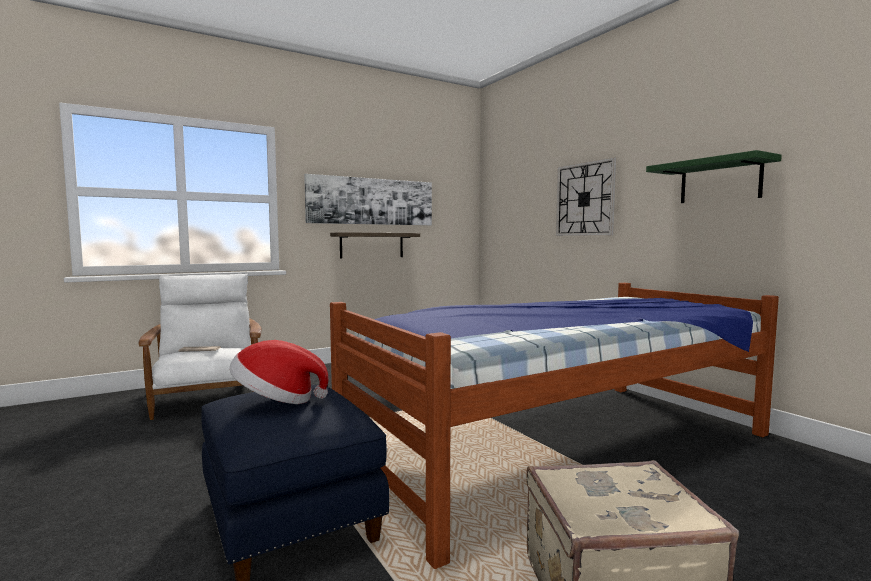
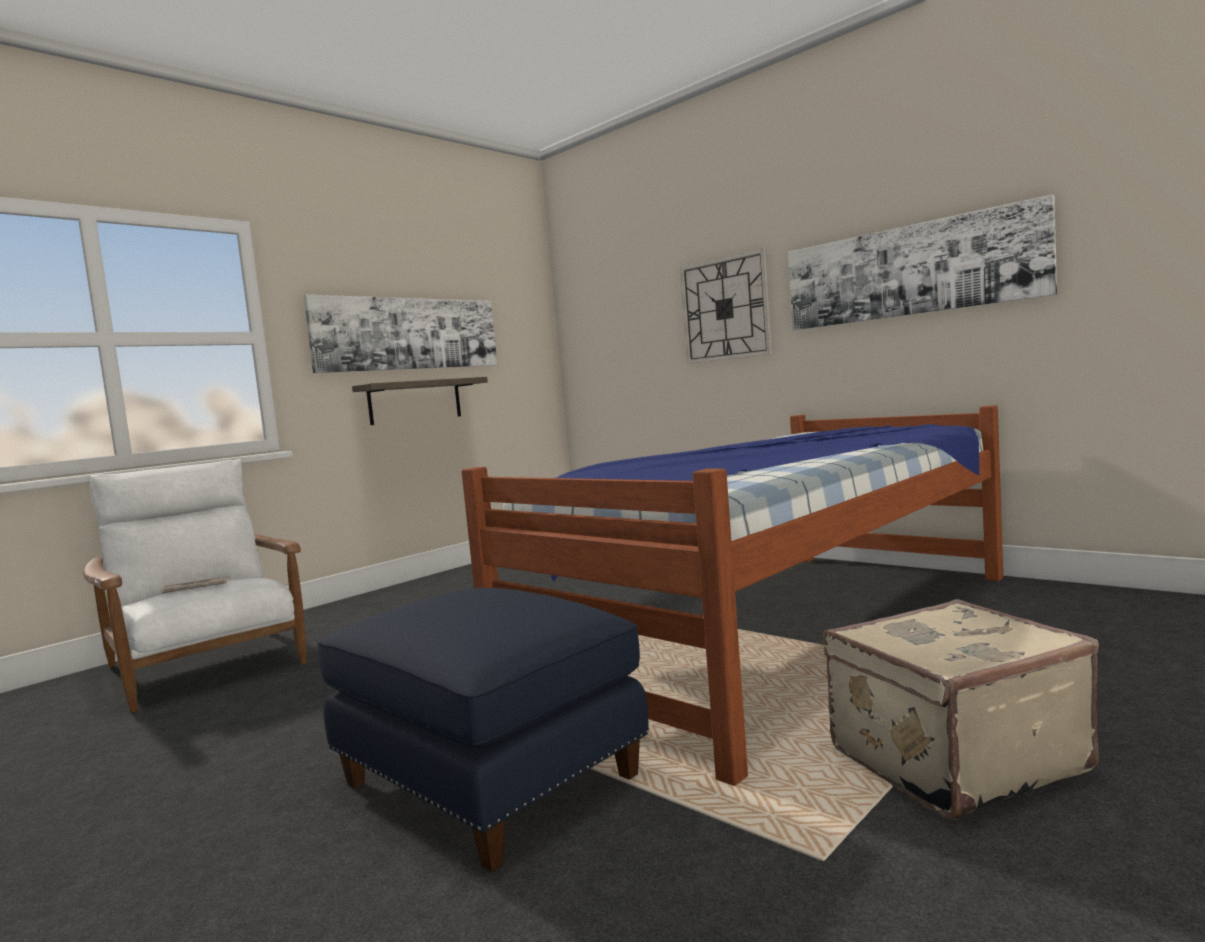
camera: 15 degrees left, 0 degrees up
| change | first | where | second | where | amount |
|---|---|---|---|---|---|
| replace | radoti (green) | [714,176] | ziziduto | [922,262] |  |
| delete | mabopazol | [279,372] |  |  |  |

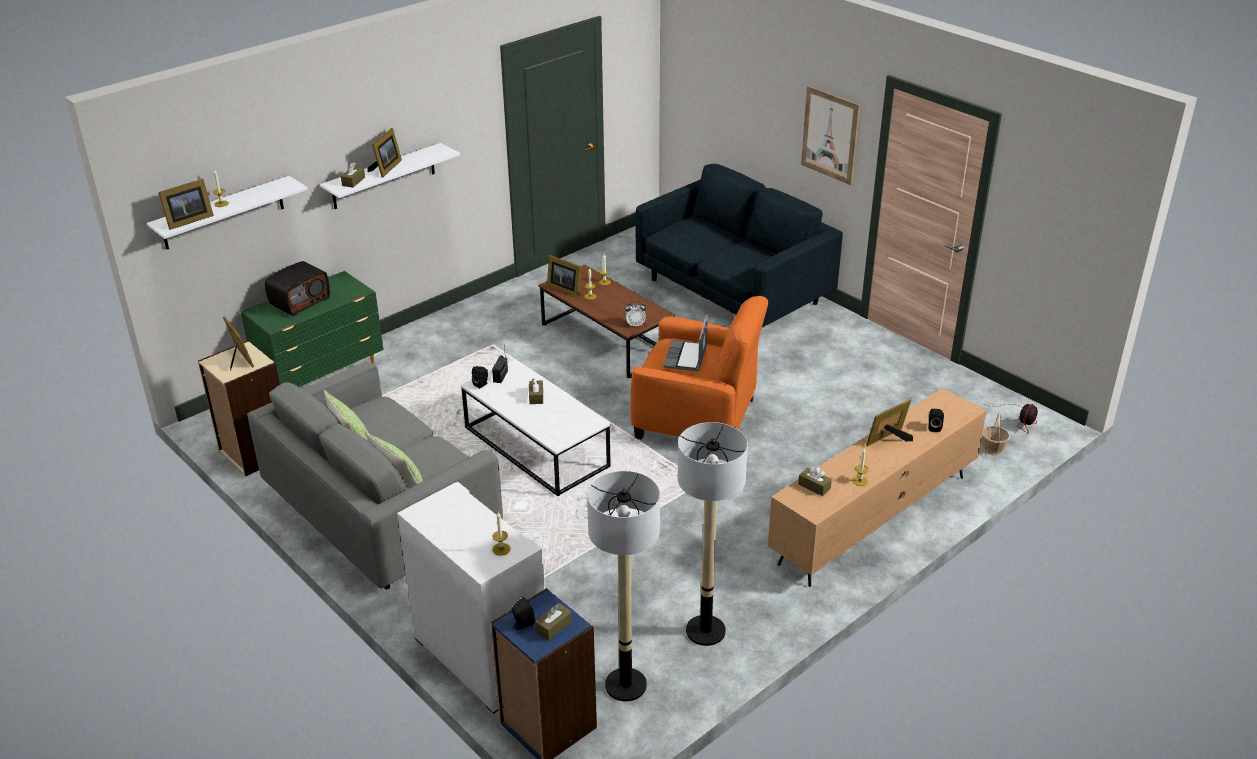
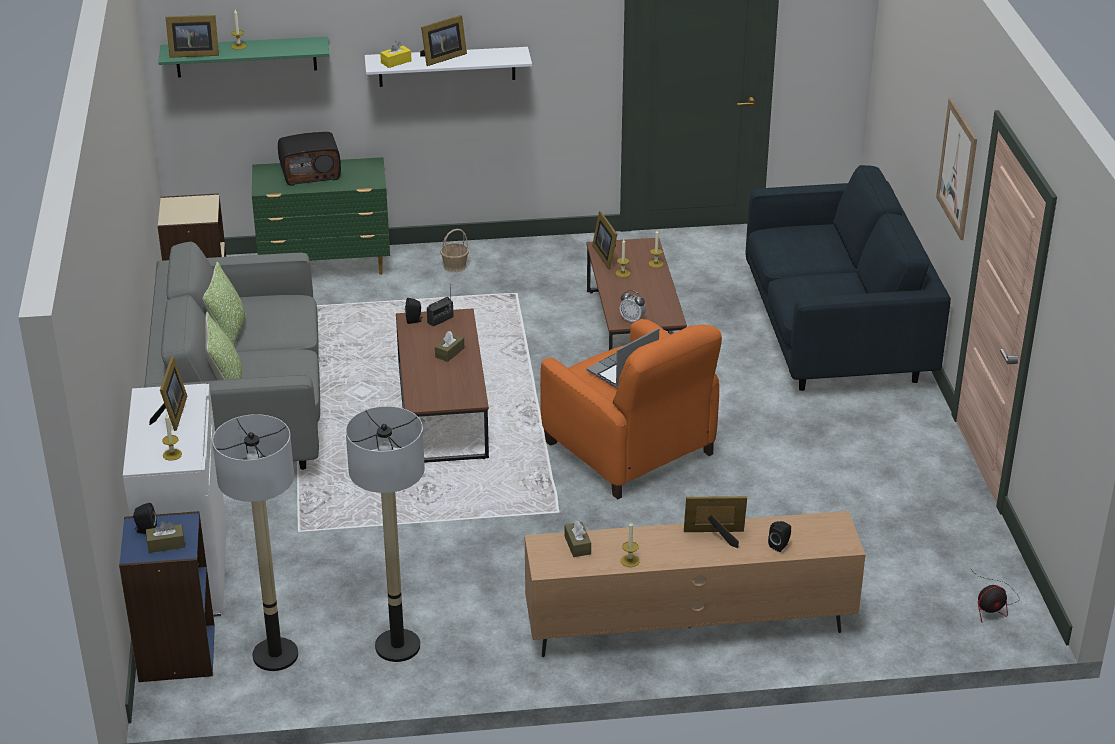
camera: 35 degrees right, 0 degrees up
| change | first | where | second | where | amount |
|---|---|---|---|---|---|
| move | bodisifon | [238,344] |  | [168,393] |  |
| recolor | radoti (white) | [227,213] | radoti (green) | [243,57] |  |
| recolor | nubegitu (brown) | [353,175] | nubegitu (yellow) | [395,54] |  |
| recolor | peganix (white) | [536,427] | peganix (brown) | [442,386] |  |
| move | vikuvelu | [995,434] |  | [454,250] |  |

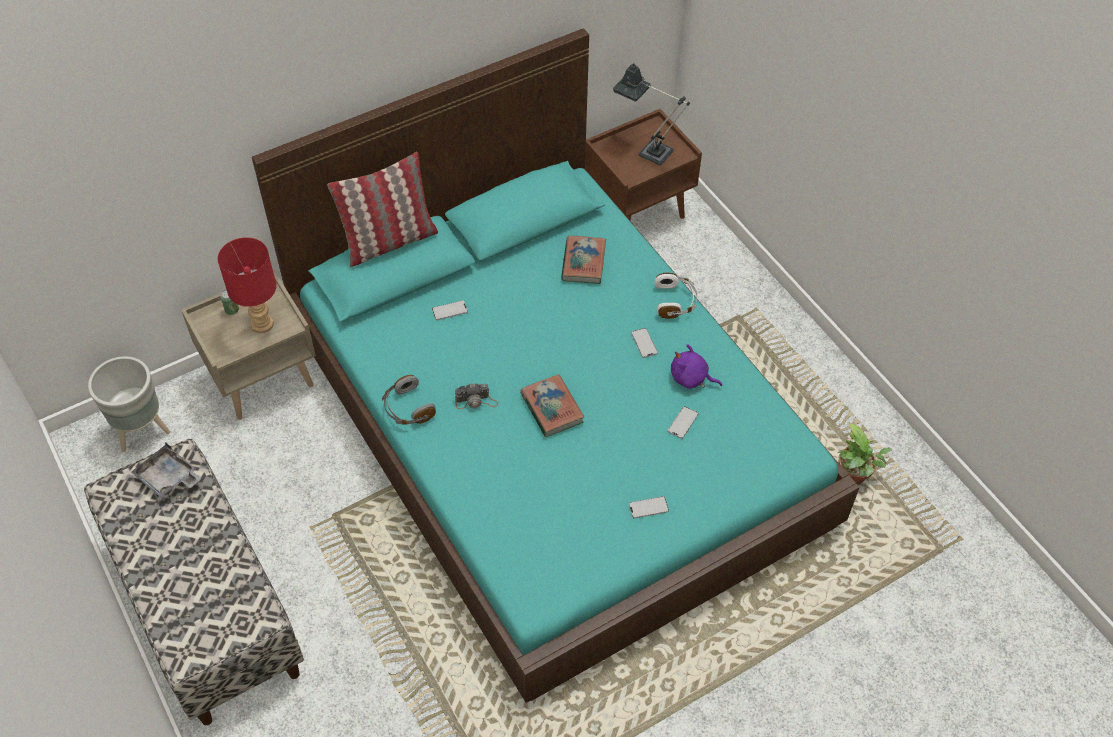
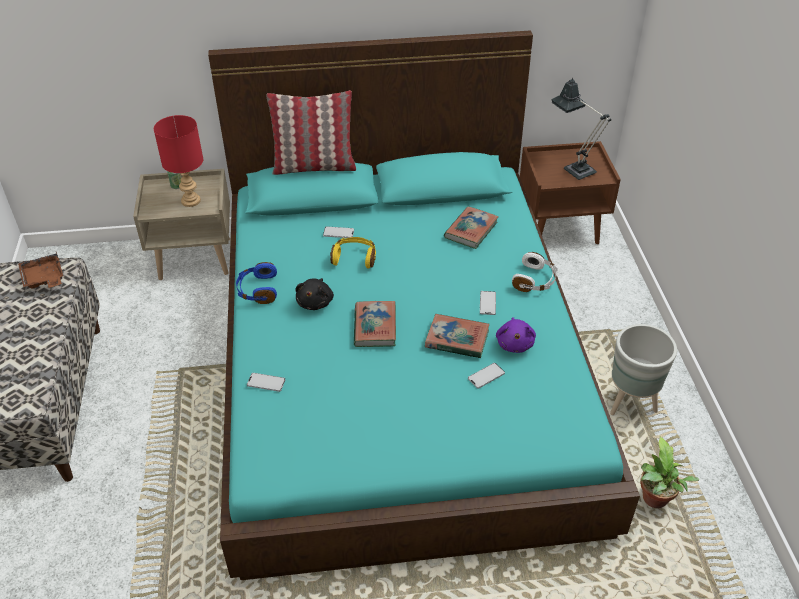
camera: 25 degrees right, 10 degrees down
| change | first | where | second | where | amount |
|---|---|---|---|---|---|
| recolor | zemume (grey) | [166,470] | zemume (brown) | [40,270] |  |
| recolor | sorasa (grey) | [409,400] | sorasa (blue) | [256,283] |  |
| move | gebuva | [649,507] |  | [266,382] |  |
| replace | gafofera | [476,396] | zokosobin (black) | [314,294] |  |
| insert |  |  | sorasa (yellow) | [353,253] |  |
| insert |  |  | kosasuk | [457,336] |  |
| rotate | zokosobin (purple) | [696,366] |  | [516,335] | 135 degrees counterclockwise |
| move | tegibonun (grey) | [129,404] |  | [643,369] |  |

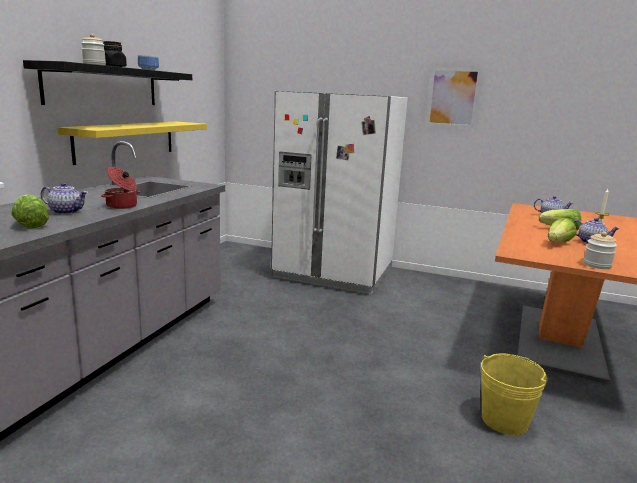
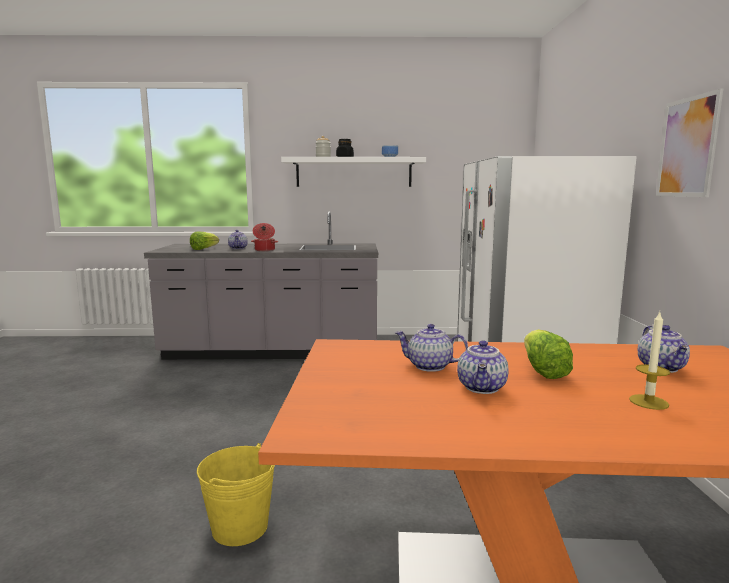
camera: 70 degrees right, 5 degrees down
| change | first | where | second | where | amount |
|---|---|---|---|---|---|
| recolor | radoti (black) | [107,82] | radoti (white) | [353,172] |  |
| replace | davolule | [562,230] | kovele | [431,348] |  |
| delete | radoti (yellow) | [132,143] |  |  |  |
| delete | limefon | [600,250] |  |  |  |

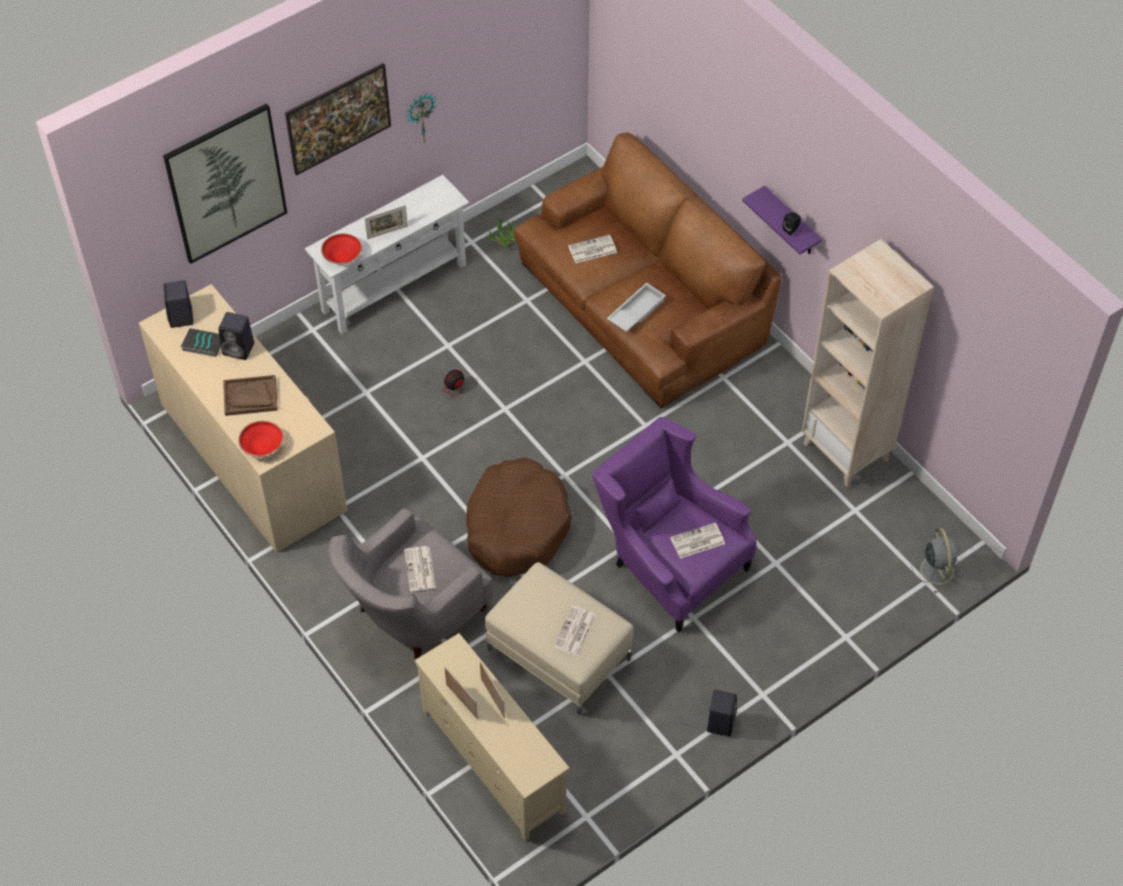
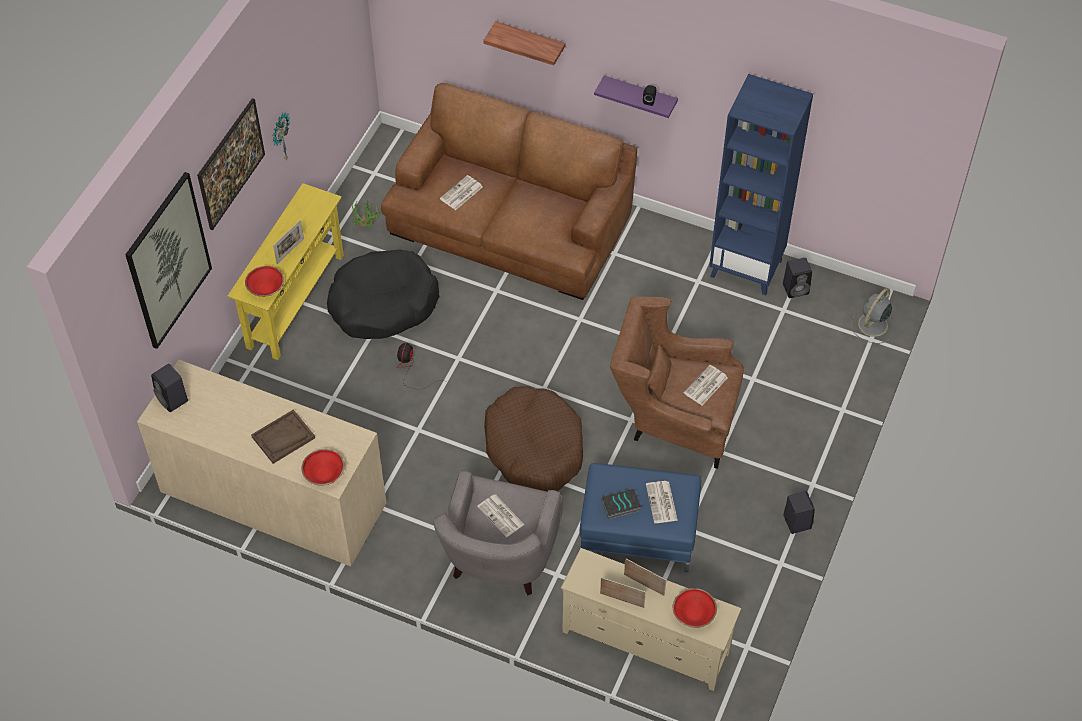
camera: 30 degrees left, 0 degrees up
| change | first | where | second | where | amount |
|---|---|---|---|---|---|
| recolor | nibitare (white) | [386,254] | nibitare (yellow) | [285,271] |  |
| insert |  |  | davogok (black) | [383,294] |  |
| insert |  |  | radoti | [524,43] |  |
| recolor | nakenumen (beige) | [559,639] | nakenumen (blue) | [640,517] |  |
| move | kosasuk | [201,342] |  | [621,503] |  |
| recolor | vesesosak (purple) | [674,524] | vesesosak (brown) | [677,382] |  |
| insert |  |  | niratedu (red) | [695,608] |  |
| recolor | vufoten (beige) | [868,363] | vufoten (blue) | [761,184] |  |
| move | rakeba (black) | [236,336] |  | [797,278] |  |
| rotate | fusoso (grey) | [936,560] |  | [872,316] | 105 degrees counterclockwise |
| delete | zemume (white) | [636,307] |  |  |  |

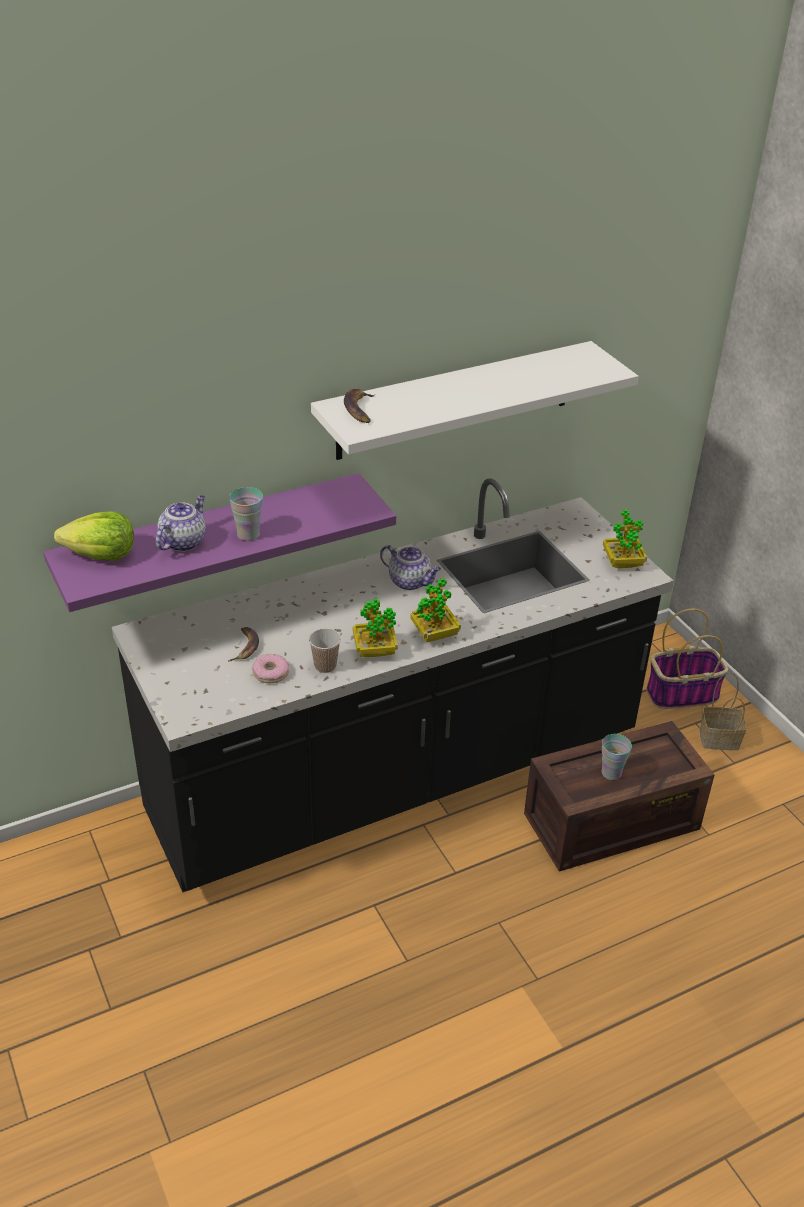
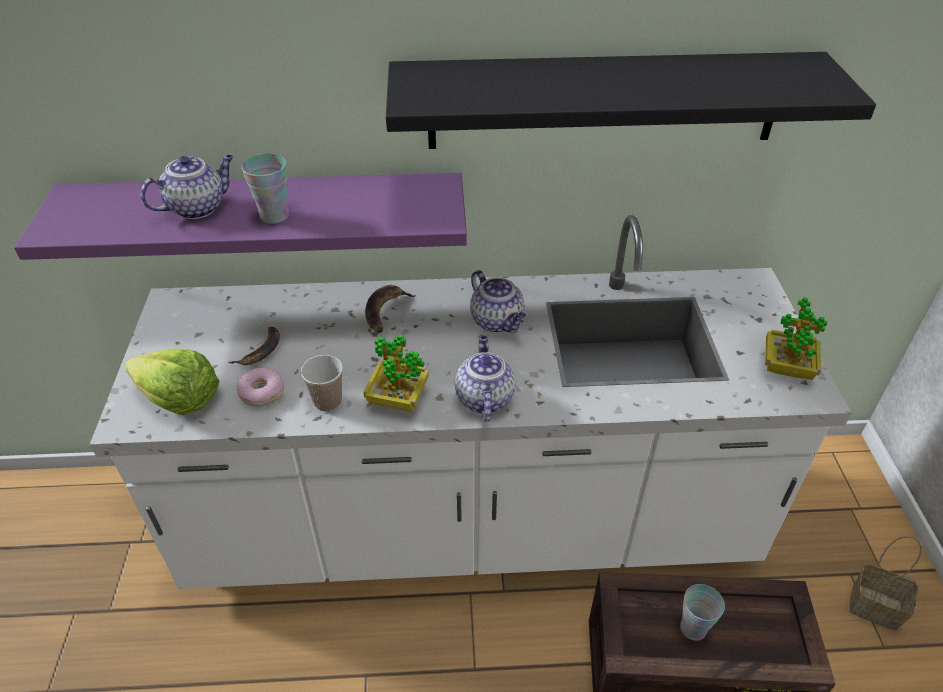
camera: 25 degrees right, 5 degrees up
| change | first | where | second | where | amount |
|---|---|---|---|---|---|
| recolor | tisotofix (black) | [393,685] | tisotofix (white) | [470,402] |  |
| move | davolule | [94,536] |  | [172,382] |  |
| move | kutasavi | [359,405] |  | [390,309] |  |
| recolor | radoti (white) | [474,400] | radoti (black) | [631,100] |  |
| replace | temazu | [435,610] | kovele | [485,379] |  |
| delete | vikuvelu | [687,659] |  |  |  |

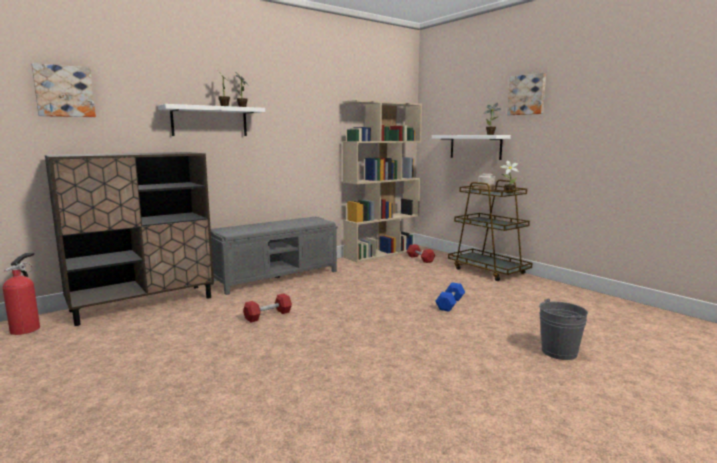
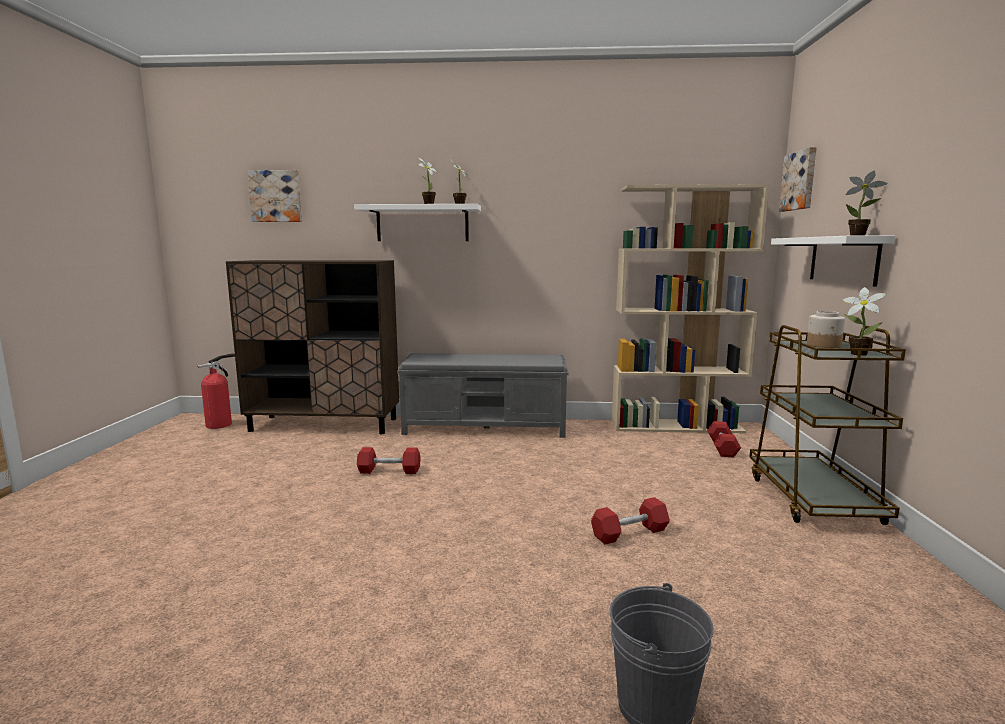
camera: 40 degrees right, 0 degrees up
| change | first | where | second | where | amount |
|---|---|---|---|---|---|
| recolor | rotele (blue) | [450,297] | rotele (red) | [630,520] |  |
| move | ziziduto | [526,94] |  | [798,179] |  |

